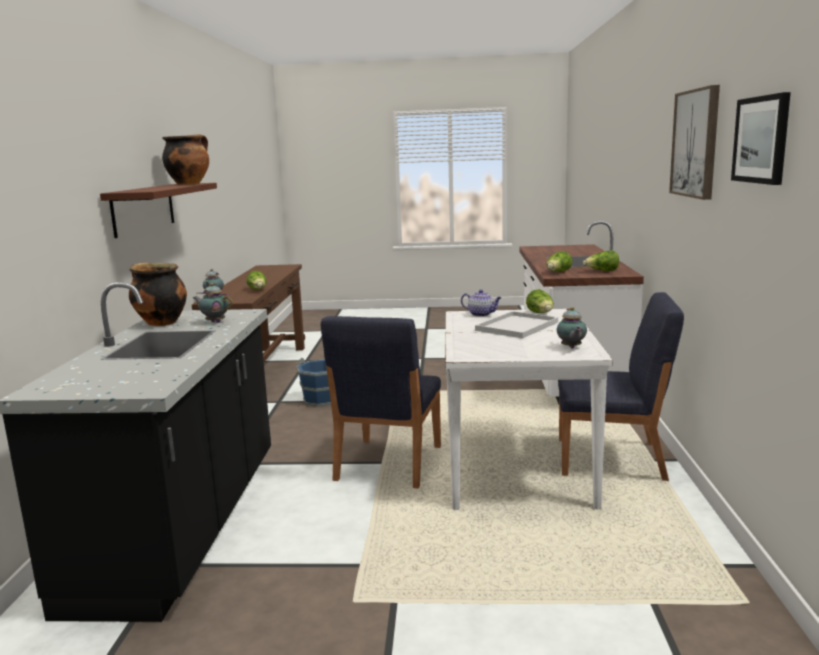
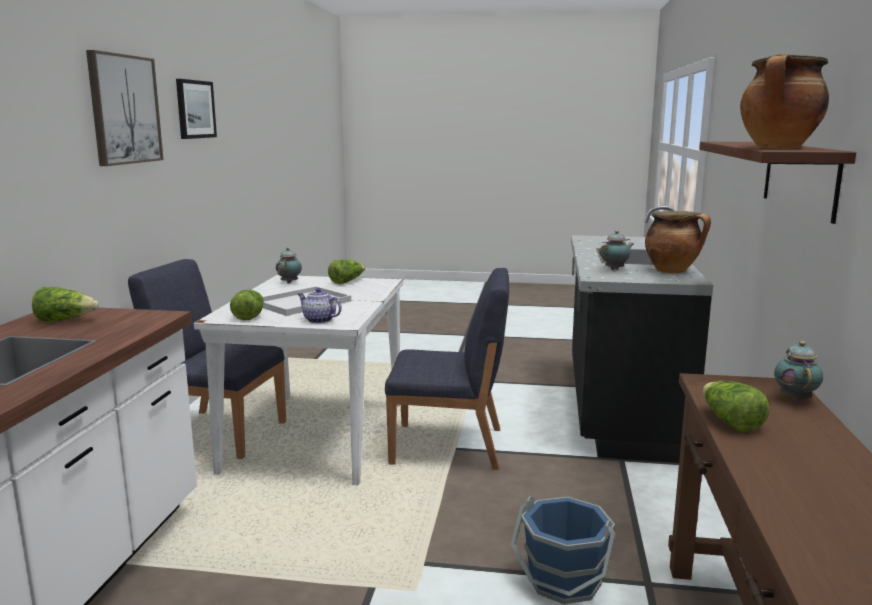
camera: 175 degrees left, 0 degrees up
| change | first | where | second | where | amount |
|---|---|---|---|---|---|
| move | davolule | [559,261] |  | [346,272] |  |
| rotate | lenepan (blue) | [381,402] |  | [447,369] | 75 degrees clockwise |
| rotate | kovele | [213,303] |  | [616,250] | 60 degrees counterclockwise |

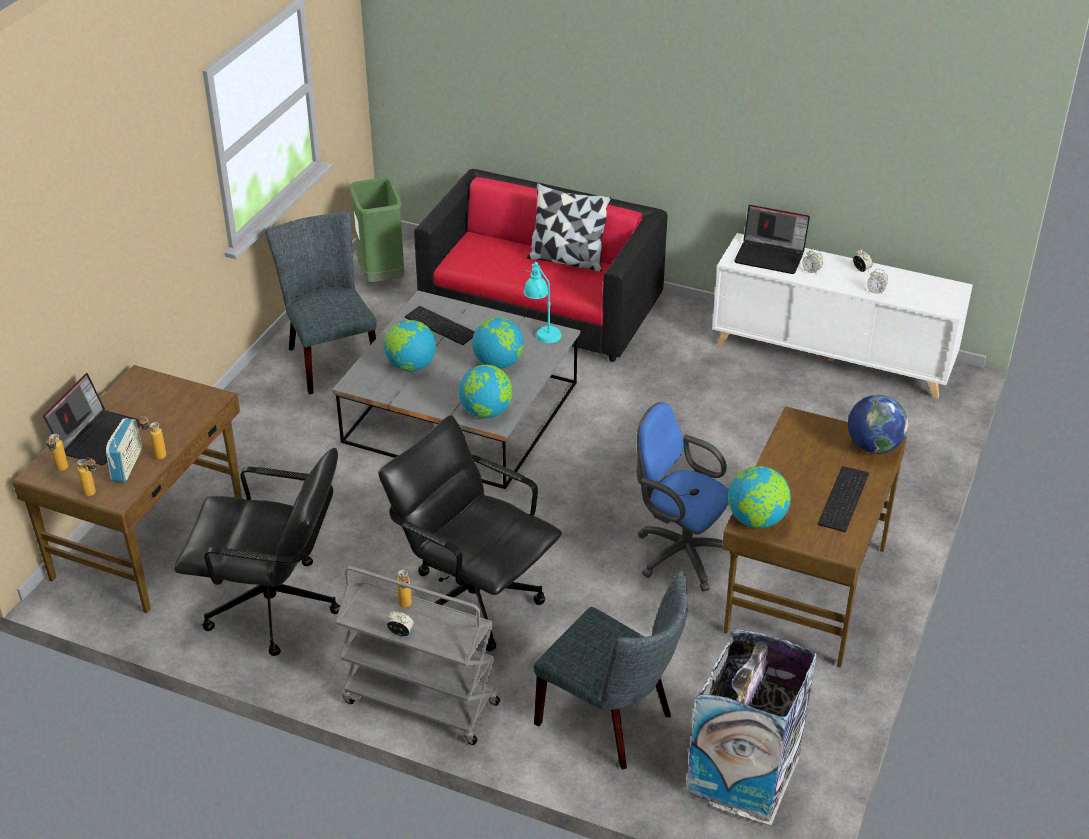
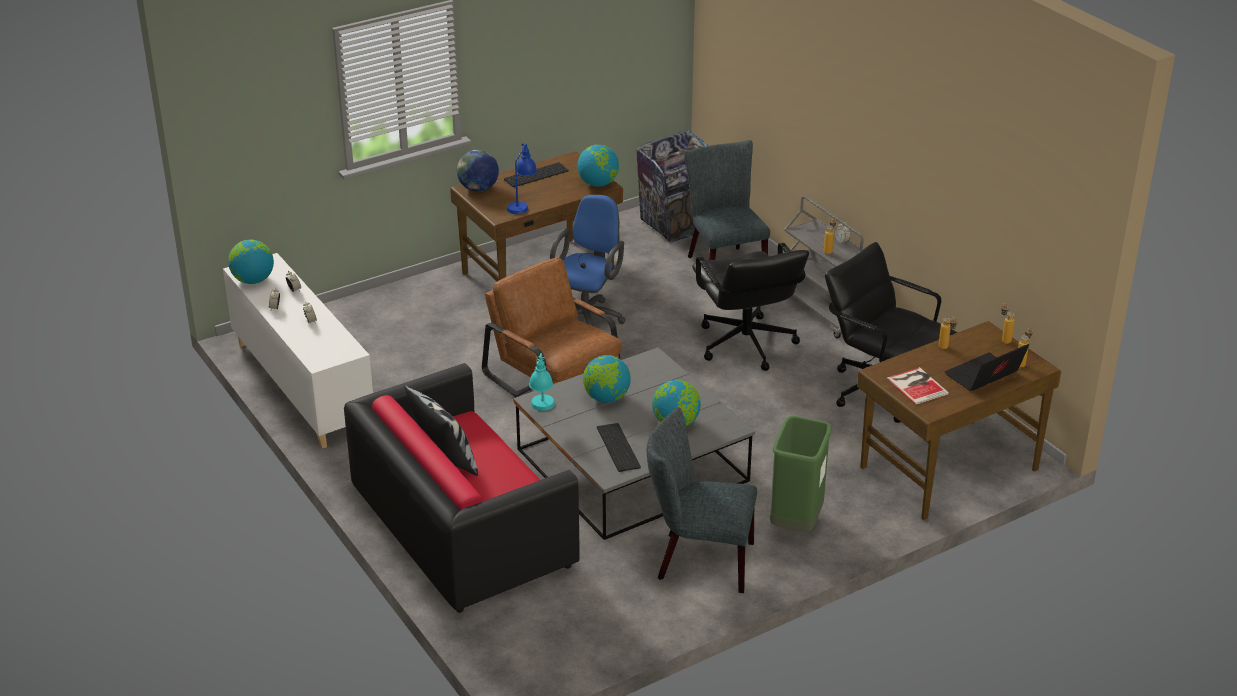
camera: 145 degrees left, 5 degrees down
| change | first | where | second | where | amount |
|---|---|---|---|---|---|
| move | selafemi | [486,391] |  | [251,261] |  |
| insert |  |  | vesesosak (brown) | [552,327] |  |
| insert |  |  | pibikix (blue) | [522,178] |  |
| rotate | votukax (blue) | [688,497] |  | [588,260] | 135 degrees counterclockwise |
| rotate | lenepan (grey) | [321,303] |  | [702,500] | 90 degrees clockwise |
| move | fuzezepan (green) | [377,230] |  | [801,474] |  |
| insert |  |  | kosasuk | [918,386] |  |
| delete | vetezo | [124,450] |  |  |  |
| delete | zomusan | [772,239] |  |  |  |

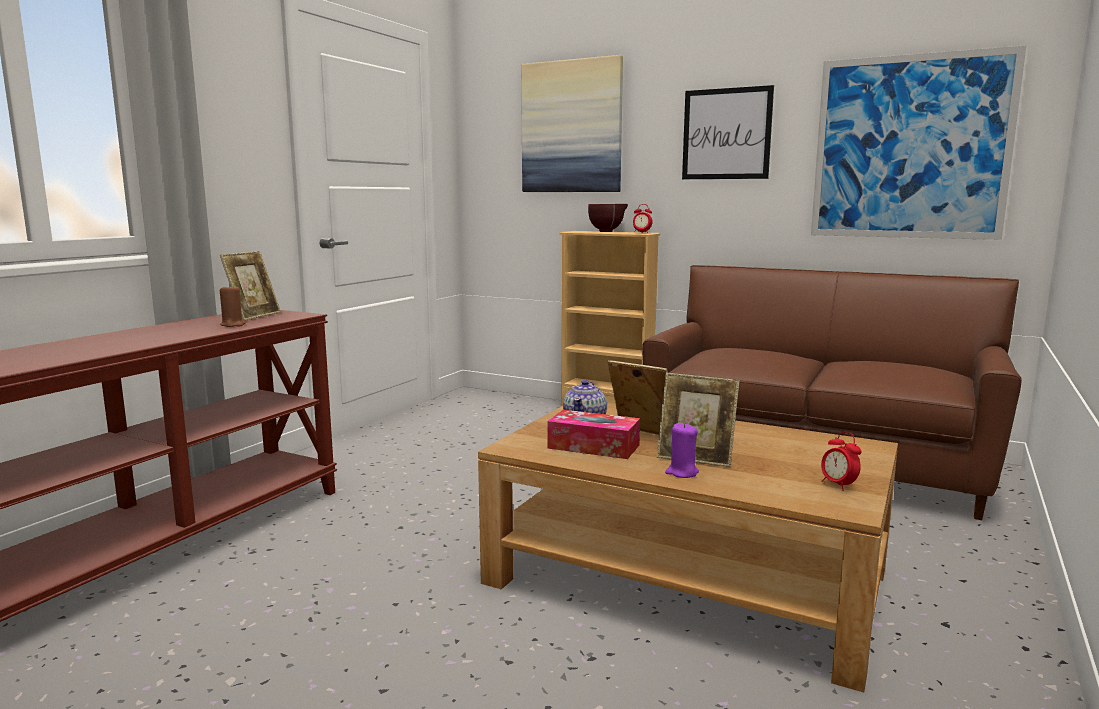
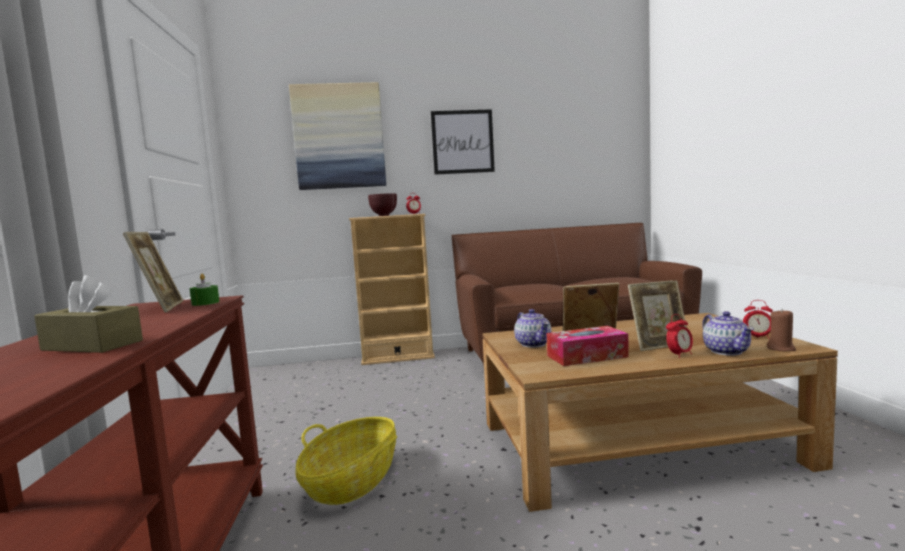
camera: 35 degrees left, 5 degrees down
| change | first | where | second | where | amount |
|---|---|---|---|---|---|
| insert |  |  | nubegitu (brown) | [88,314] |  |
| insert |  |  | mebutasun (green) | [204,290] |  |
| insert |  |  | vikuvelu | [346,461] |  |
| replace | mebutasun (purple) | [682,450] | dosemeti | [679,336] |  |
| insert |  |  | kovele | [728,333] |  |
| move | mebutasun (brown) | [233,305] |  | [781,330] |  |
| delete | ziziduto | [918,142] |  |  |  |

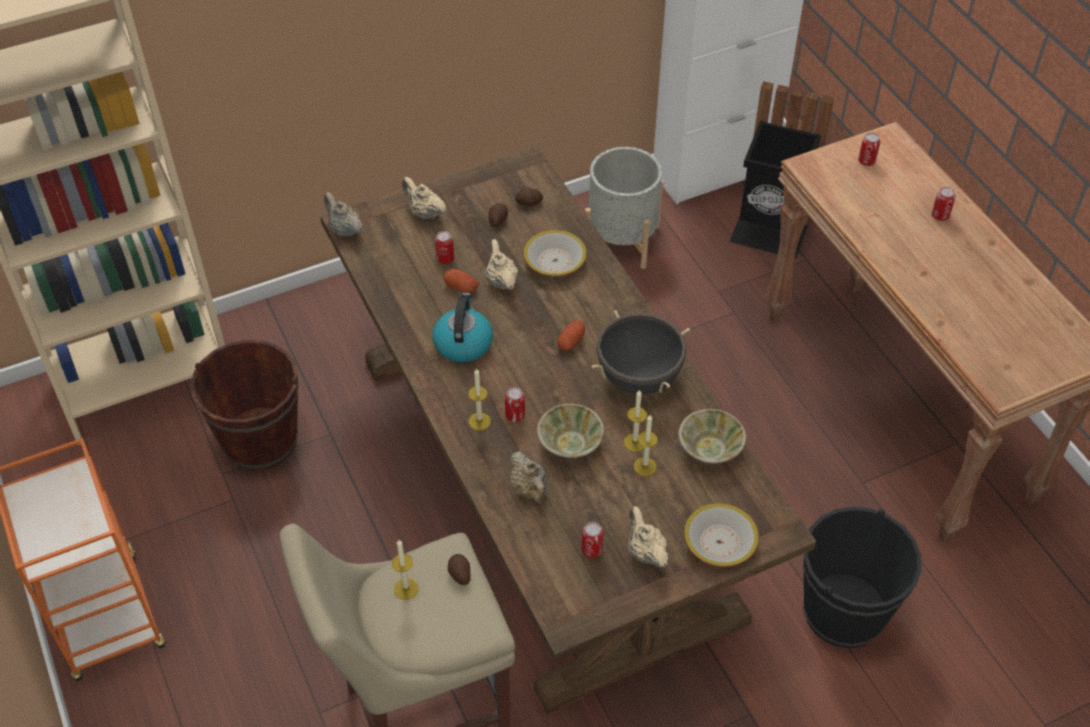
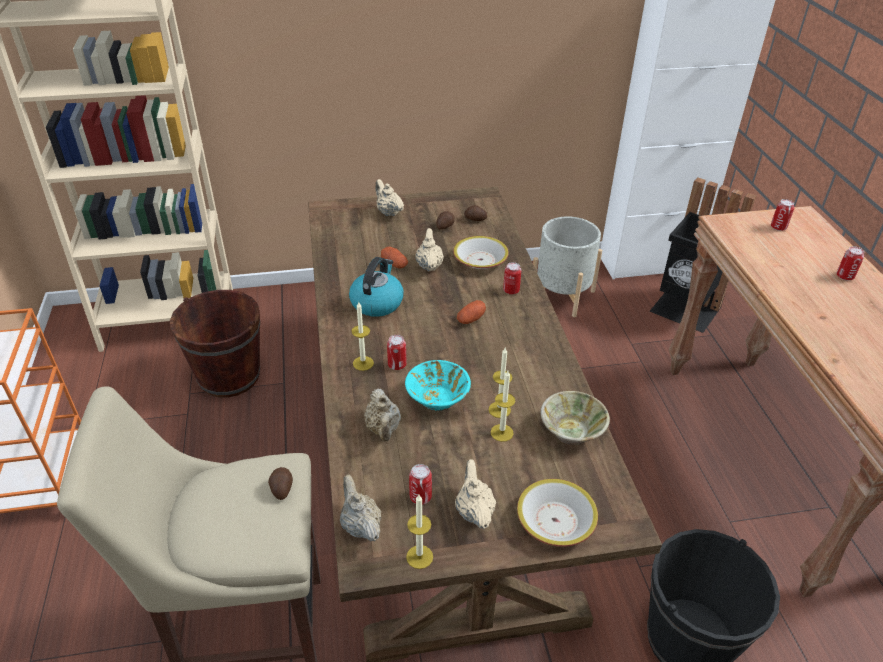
camera: 15 degrees right, 10 degrees down
| change | first | where | second | where | amount |
|---|---|---|---|---|---|
| move | kovele (beige) | [343,214] |  | [360,507] |  |
| recolor | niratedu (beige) | [570,431] | niratedu (turquoise) | [438,385] |  |
| move | mebutasun | [405,570] |  | [419,532] |  |
| move | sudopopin | [444,247] |  | [512,278] |  |
| delete | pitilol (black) | [641,352] |  |  |  |

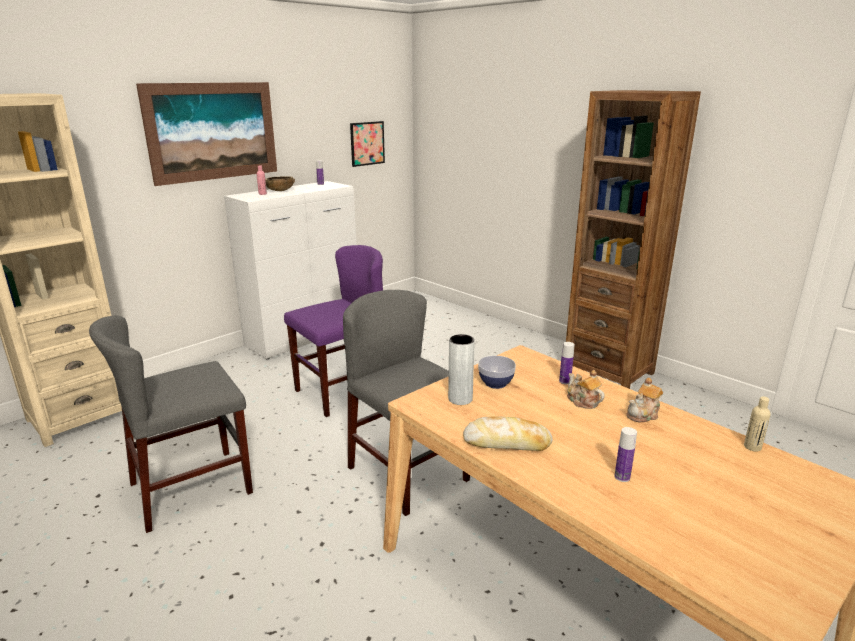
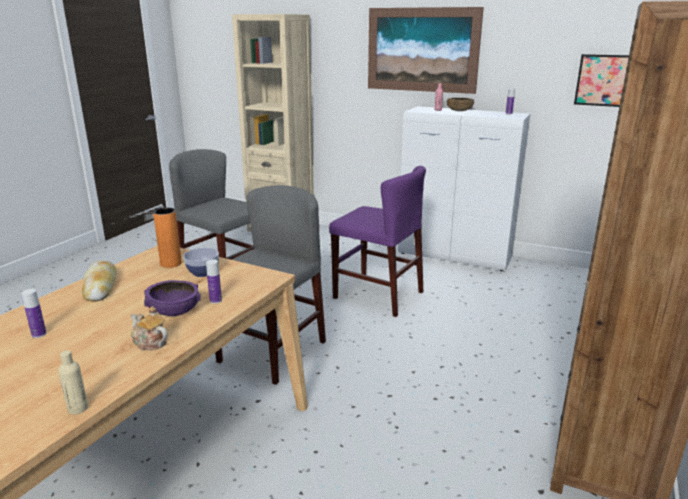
camera: 70 degrees right, 0 degrees up
| change | first | where | second | where | amount |
|---|---|---|---|---|---|
| replace | kovele | [586,389] | niratedu (purple) | [172,298] |  |
| recolor | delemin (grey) | [461,369] | delemin (orange) | [167,238] |  |

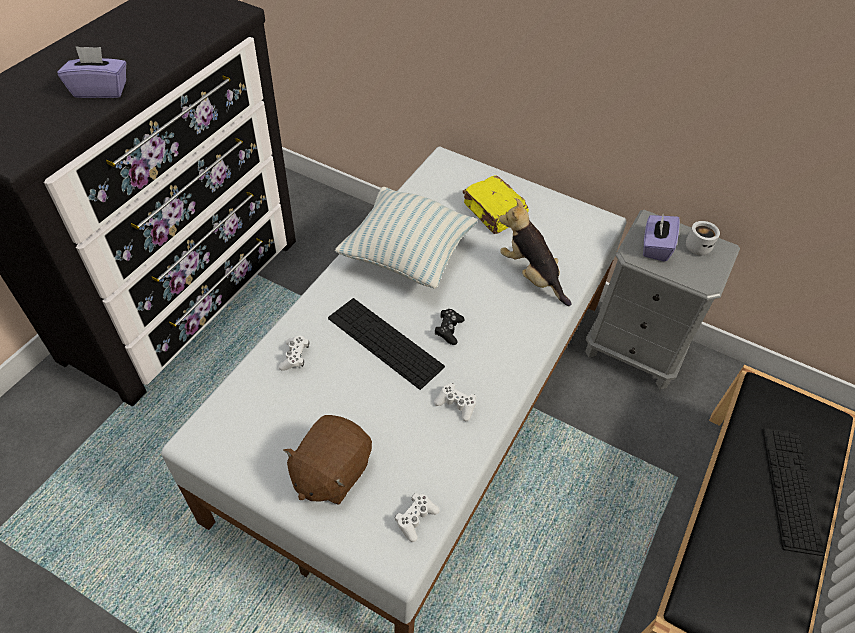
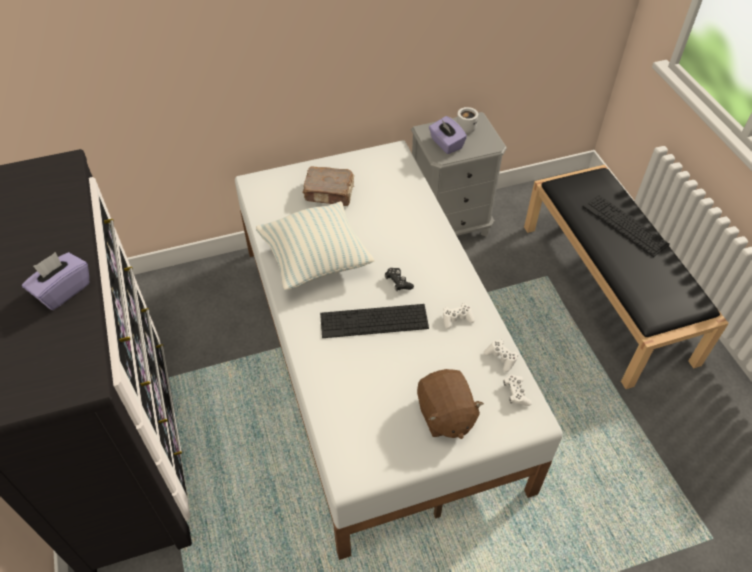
camera: 45 degrees left, 0 degrees up
| change | first | where | second | where | amount |
|---|---|---|---|---|---|
| recolor | kosasuk (yellow) | [496,205] | kosasuk (brown) | [329,186] |  |
| move | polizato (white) | [293,353] |  | [501,355] |  |
| delete | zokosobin | [535,252] |  |  |  |

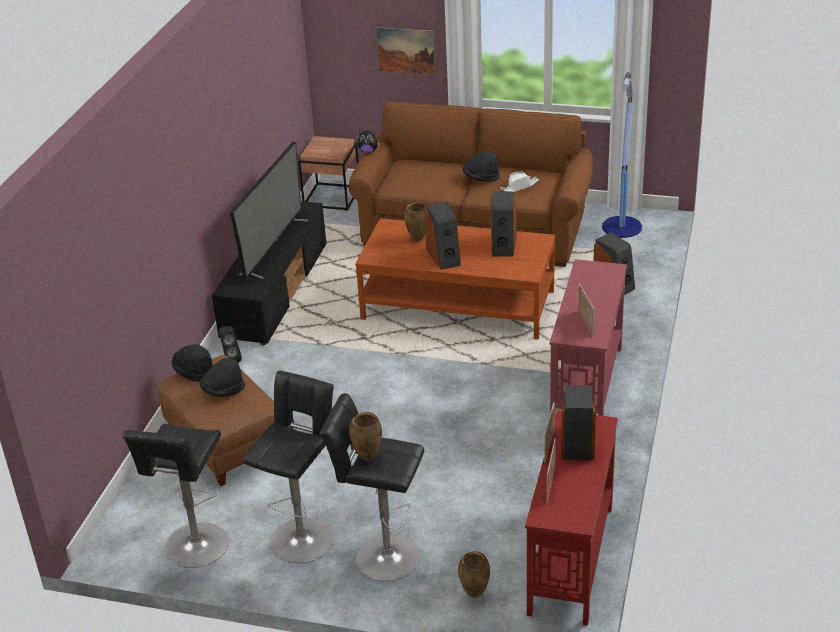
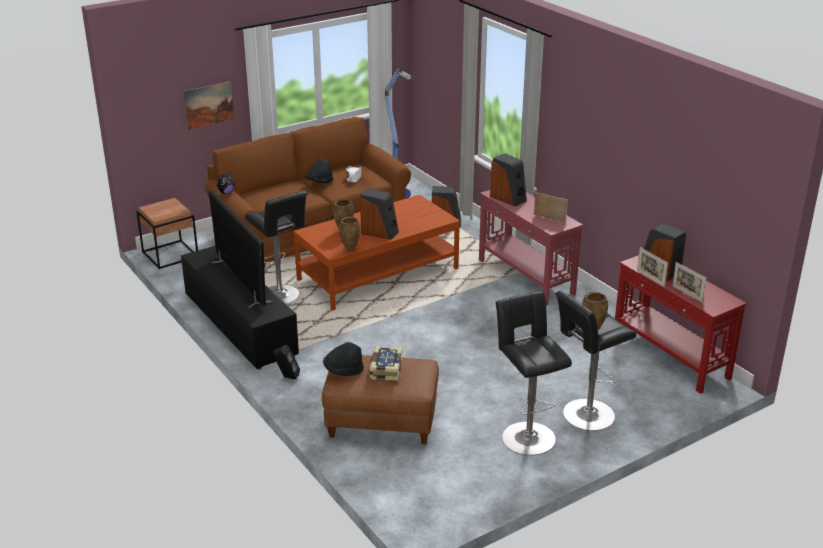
camera: 50 degrees left, 5 degrees down
| change | first | where | second | where | amount |
|---|---|---|---|---|---|
| move | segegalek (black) | [175,496] |  | [276,247] |  |
| move | delemin (brown) | [474,574] |  | [349,234] |  |
| replace | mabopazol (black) | [222,377] | kosasuk | [386,363] |  |
| move | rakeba | [504,224] |  | [508,180] |  |

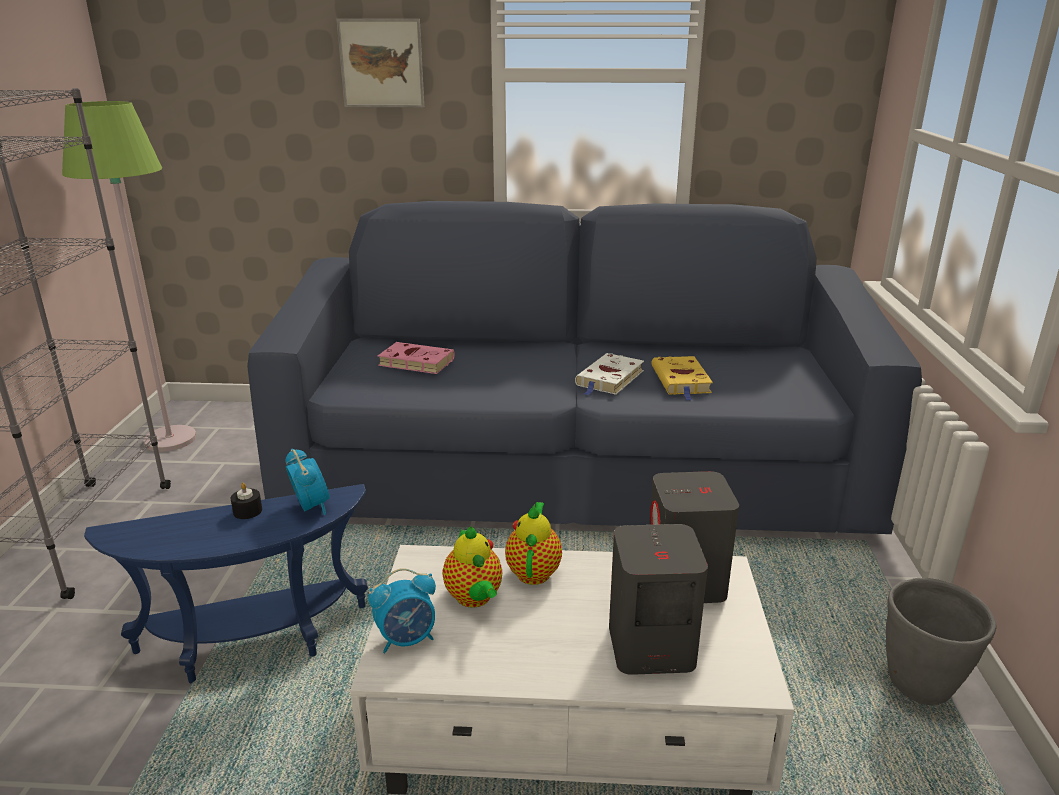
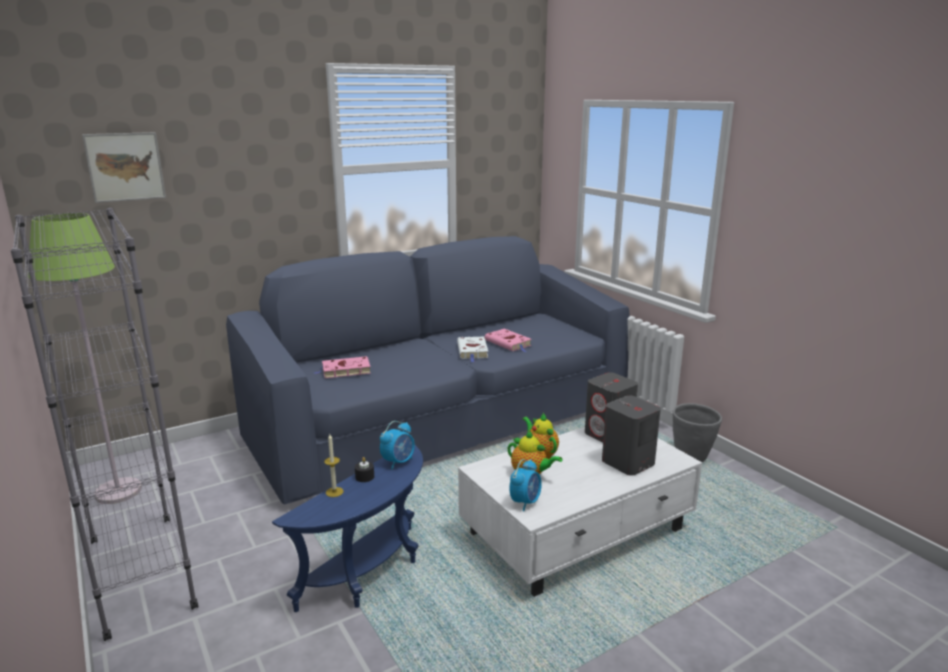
camera: 35 degrees left, 5 degrees down
| change | first | where | second | where | amount |
|---|---|---|---|---|---|
| move | ziziduto | [380,63] |  | [124,167] |  |
| insert |  |  | mebutasun | [333,465] |  |
| rotate | dosemeti | [307,481] |  | [397,445] | 105 degrees clockwise |
| recolor | kosasuk (yellow) | [682,378] | kosasuk (pink) | [508,340] |  |

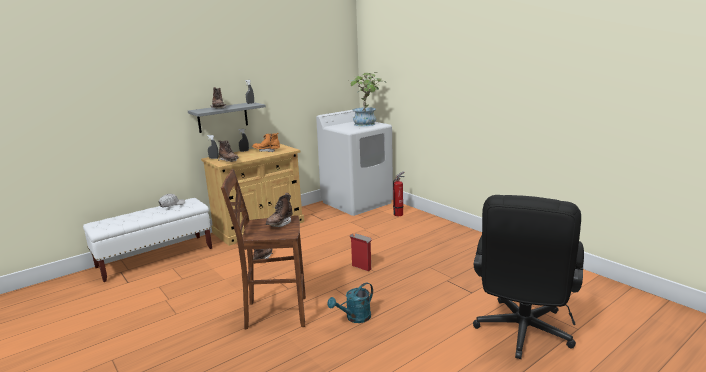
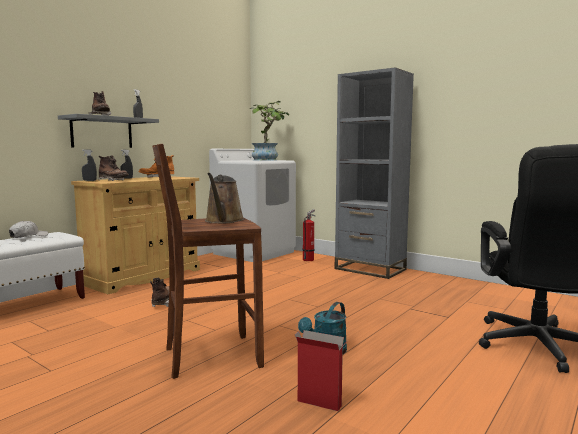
camera: 15 degrees left, 10 degrees down
| change | first | where | second | where | amount |
|---|---|---|---|---|---|
| replace | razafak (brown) | [279,210] | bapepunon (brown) | [224,198] |  |
| move | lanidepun | [361,252] |  | [320,370] |  |
| insert |  |  | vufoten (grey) | [374,173] |  |

